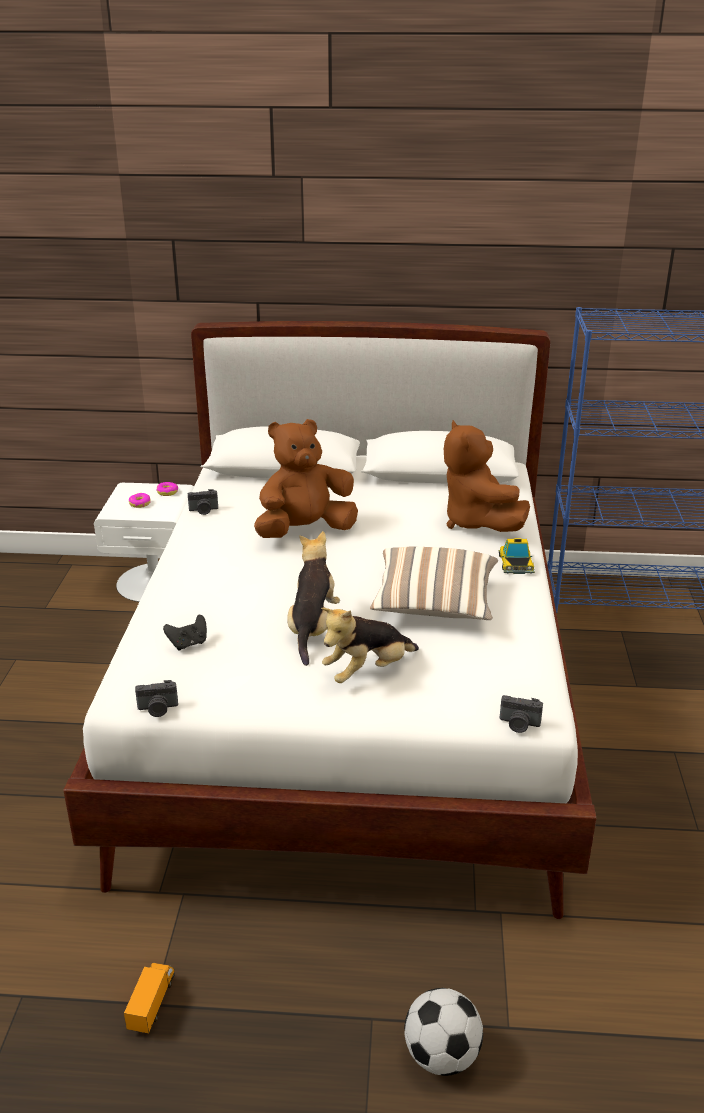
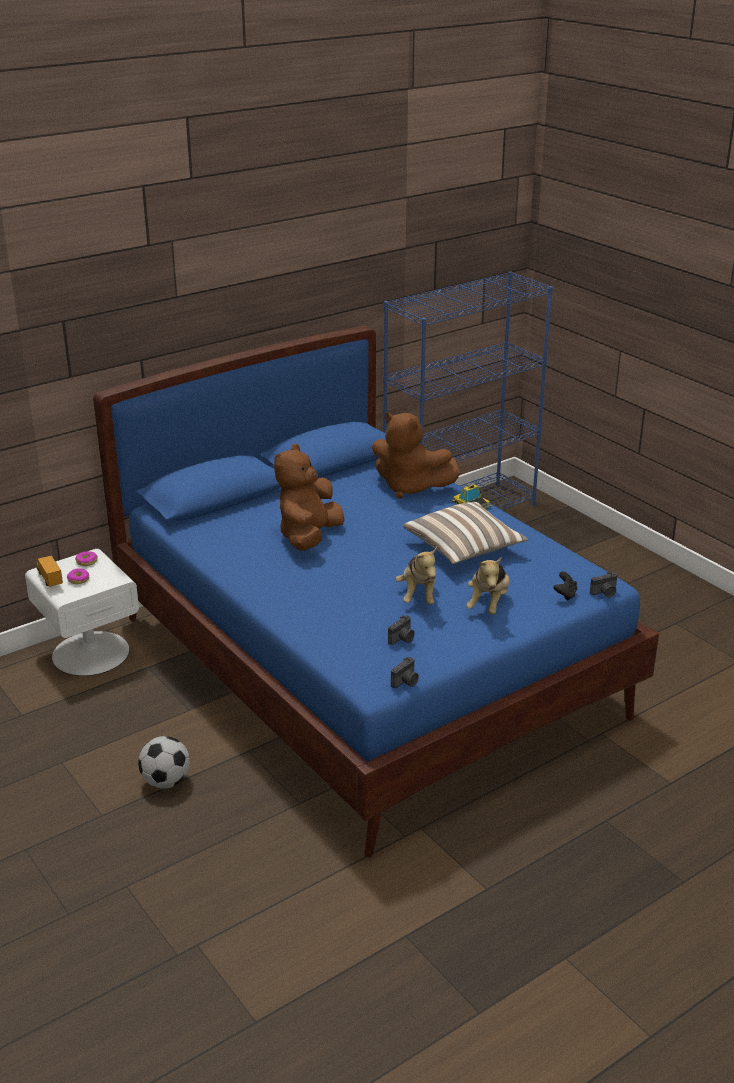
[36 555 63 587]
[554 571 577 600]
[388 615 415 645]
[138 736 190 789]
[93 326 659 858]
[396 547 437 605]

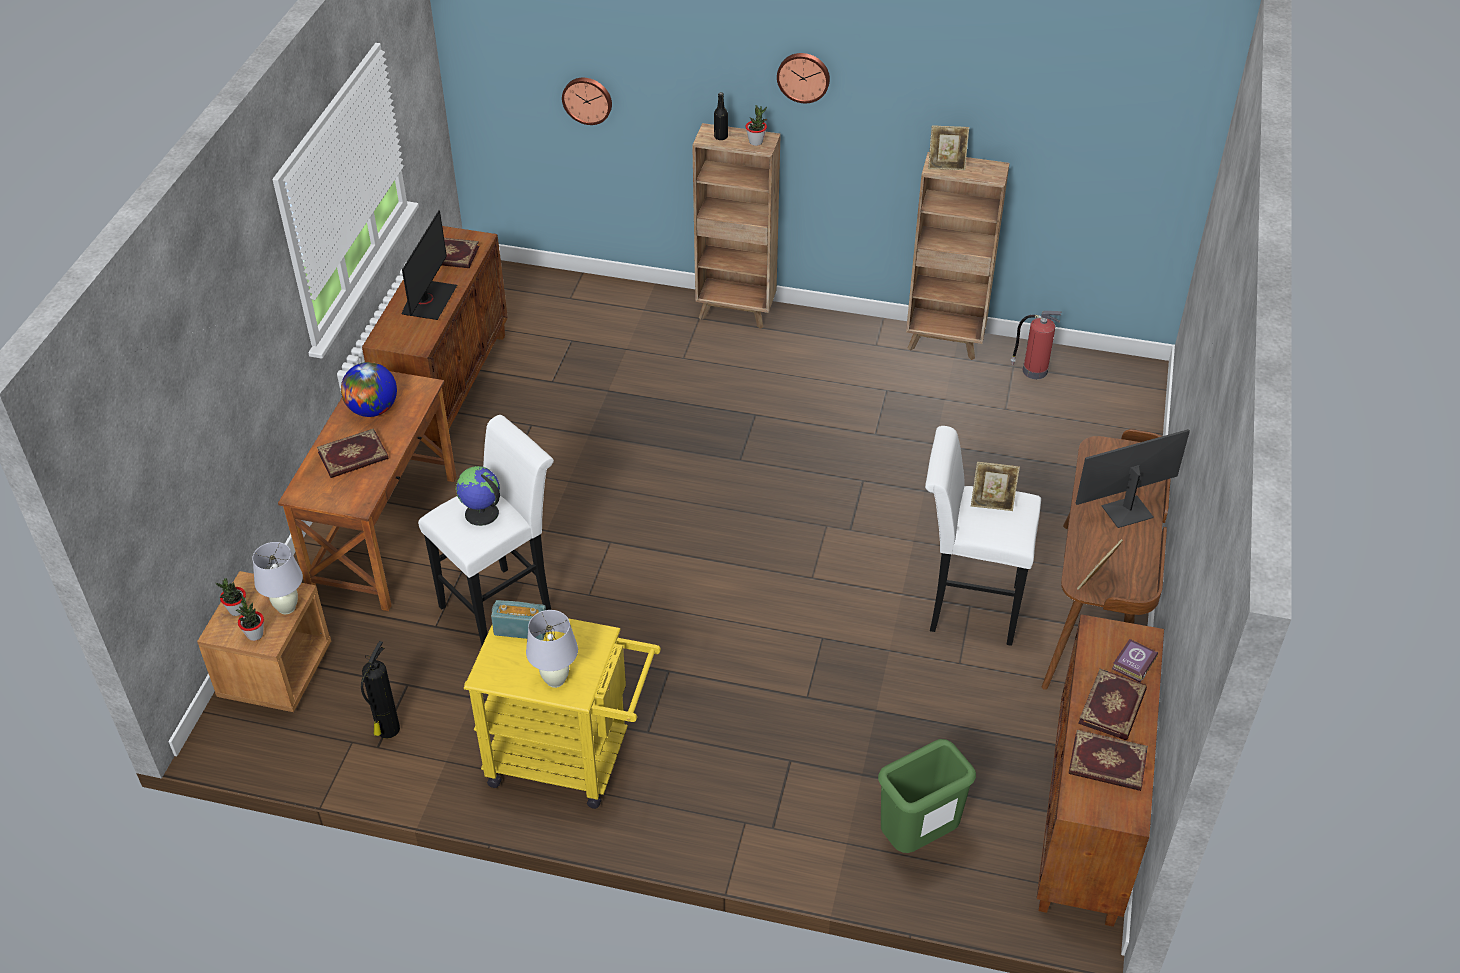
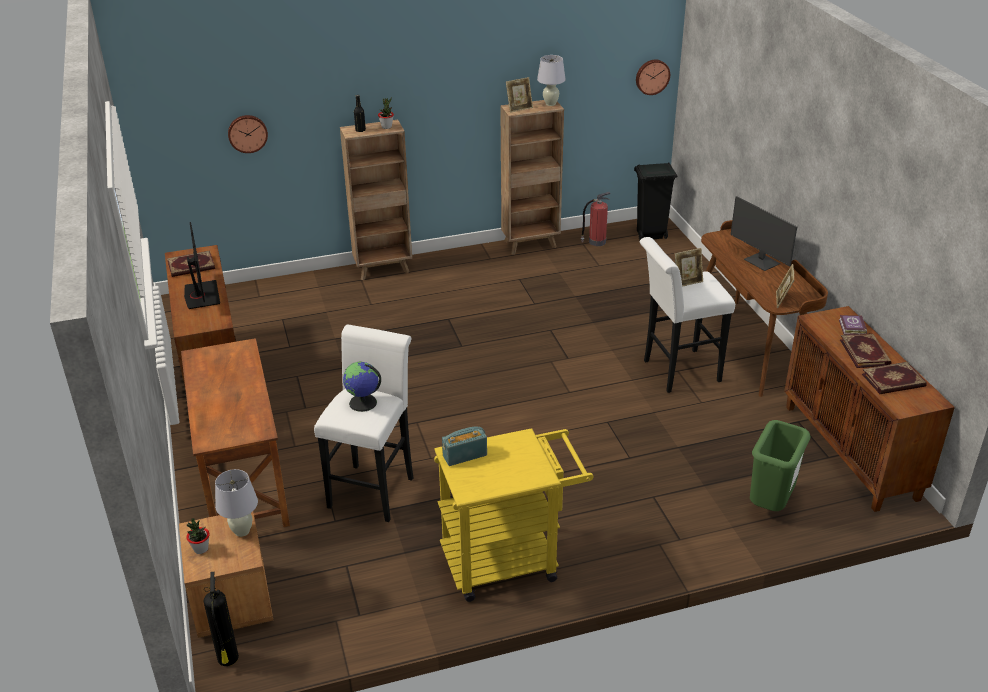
[236 595 264 641] (first image)
[317 428 388 478] (first image)
[341 362 397 417] (first image)
[634 162 677 240]
[203 572 239 666]
[537 55 566 106]
[636 59 670 95]
[731 196 797 271]

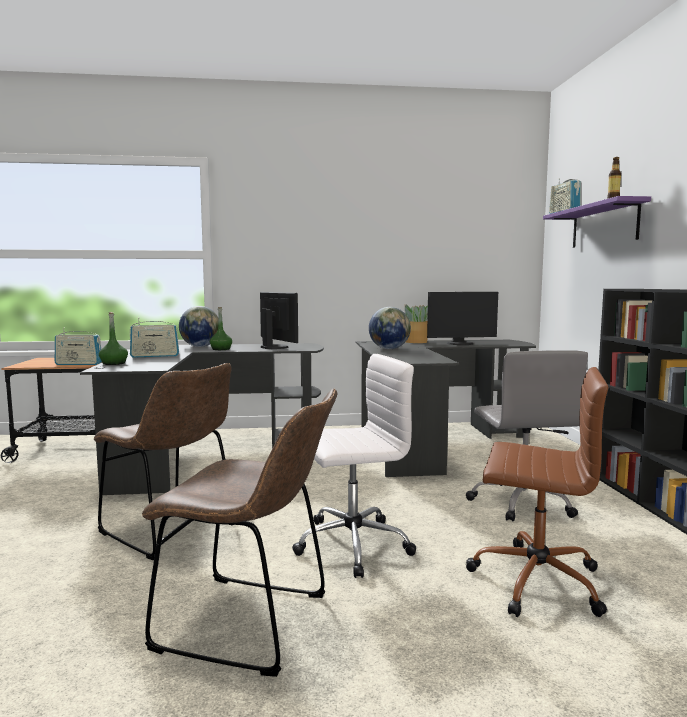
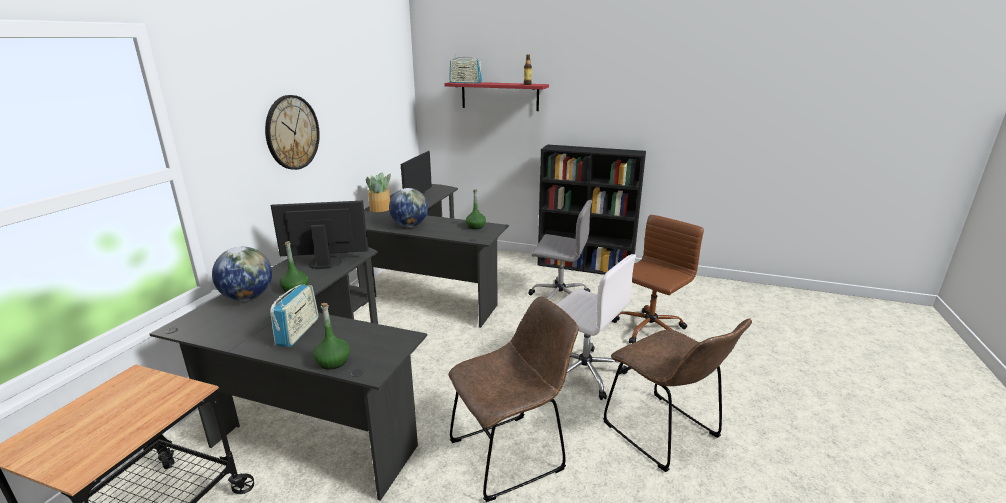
[55 328 102 365] (first image)
[265 95 320 170]
[466 190 486 229]
[444 82 549 111]
[603 319 752 472]
[556 254 636 400]

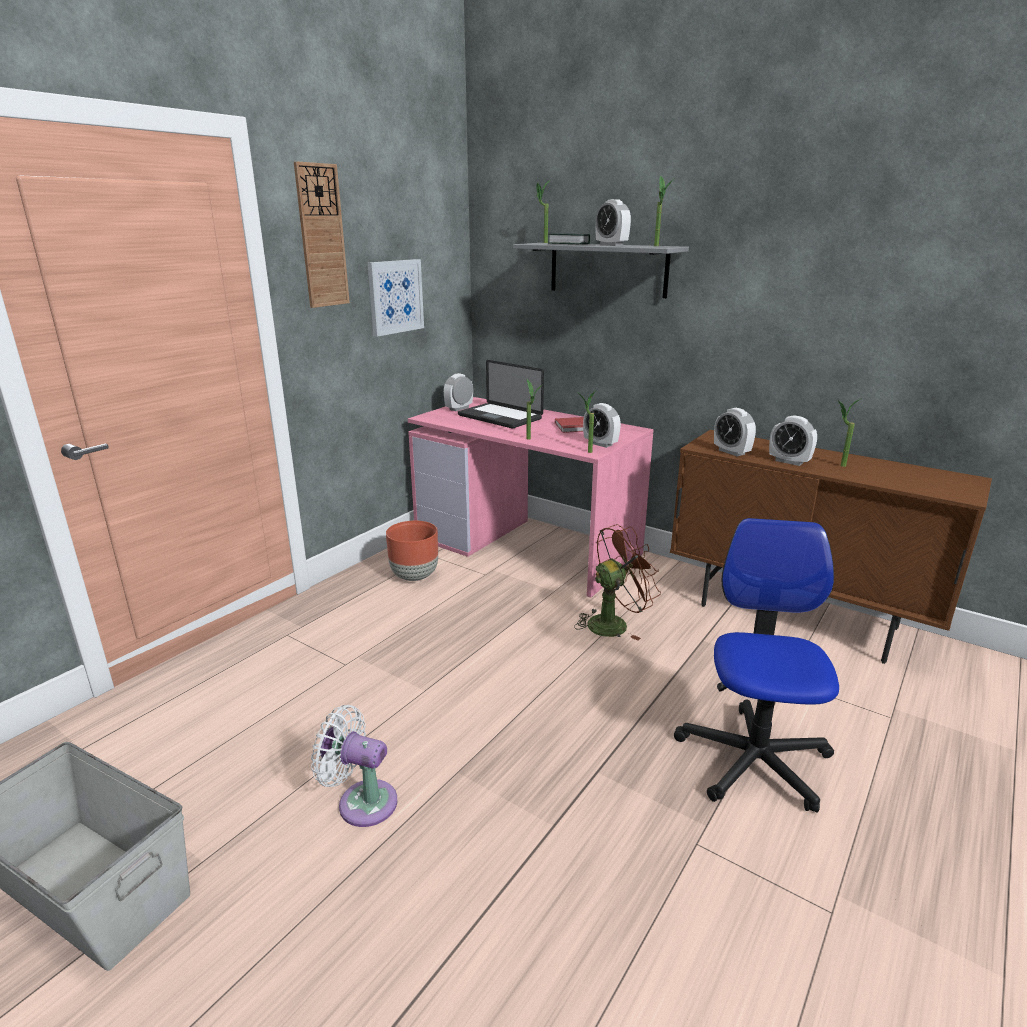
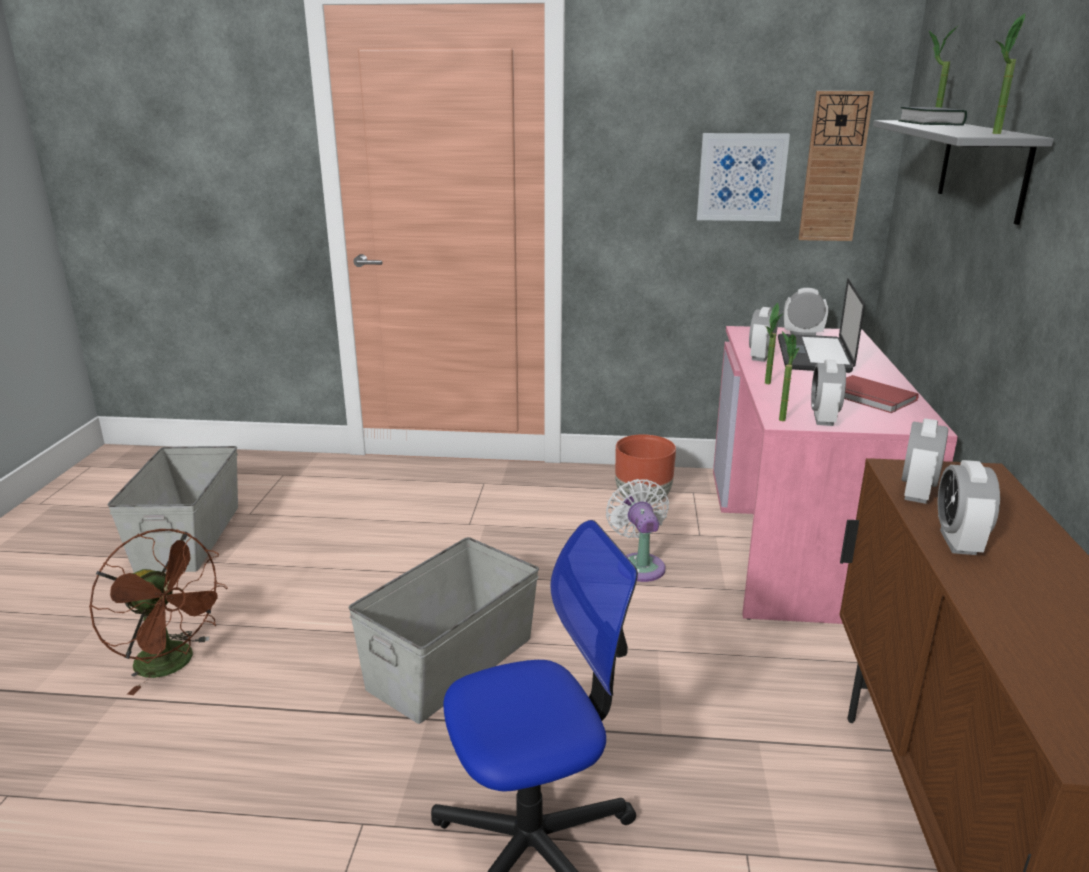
[838 399 860 467] (first image)
[348 537 539 724]
[799 91 874 241]
[606 479 669 582]
[90 529 228 695]
[749 307 778 362]

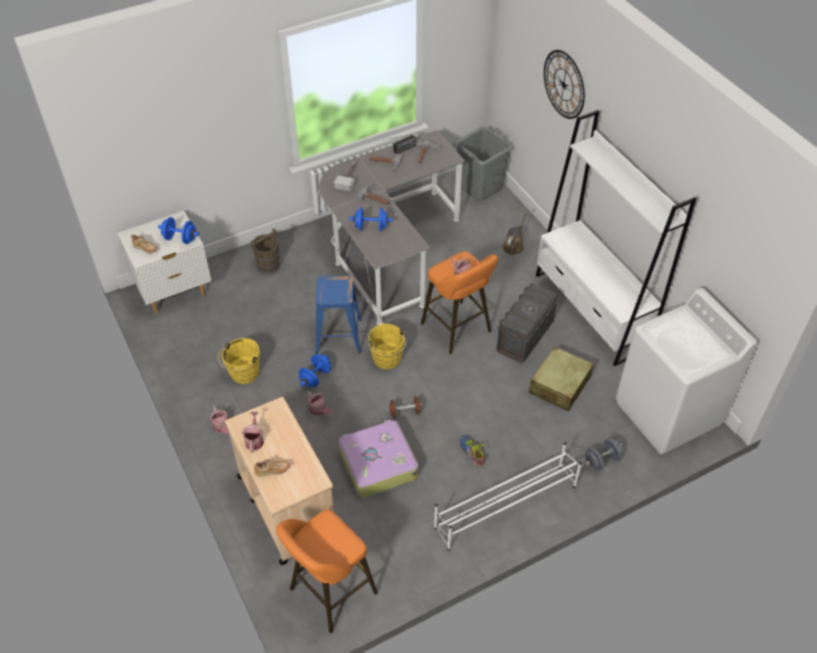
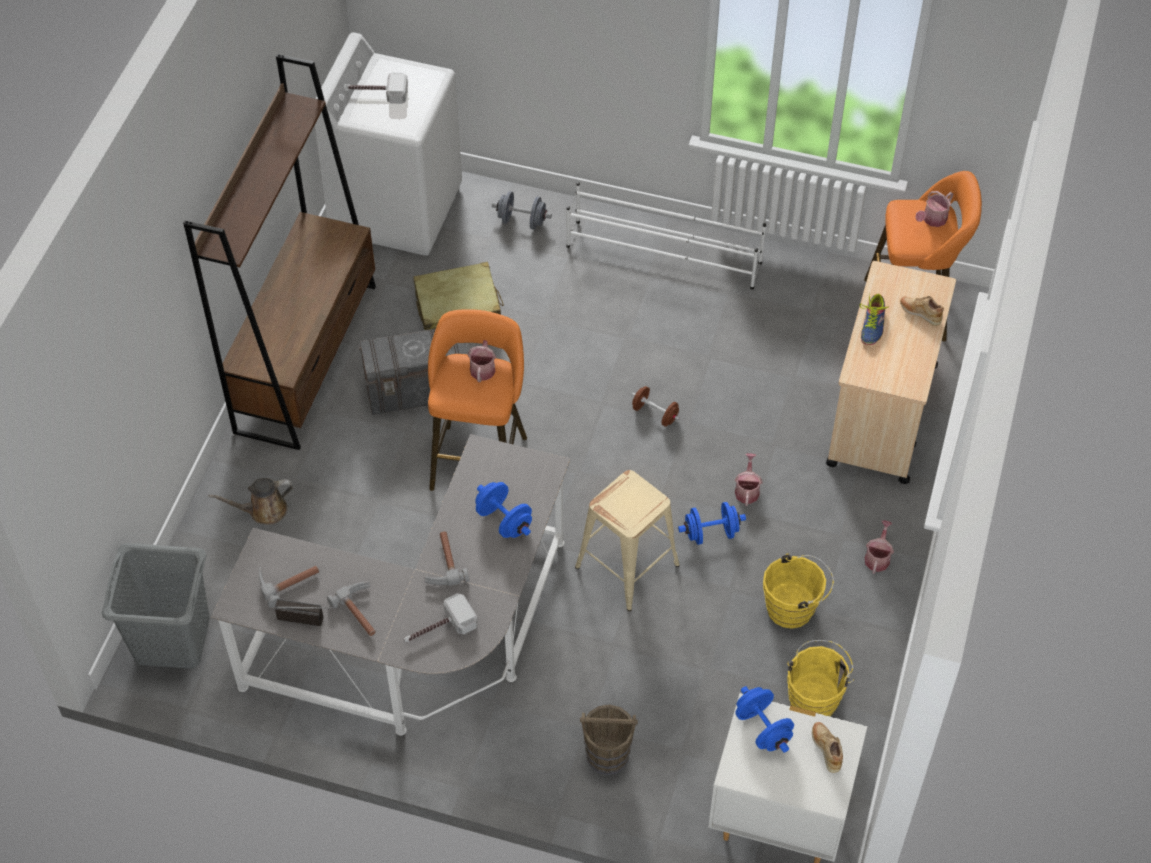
[339 420 418 498] (first image)
[544 50 585 119] (first image)
[347 73 408 104]
[915 191 953 227]
[787 640 854 716]
[860 294 889 345]
[575 470 680 611]
[183 54 376 450]

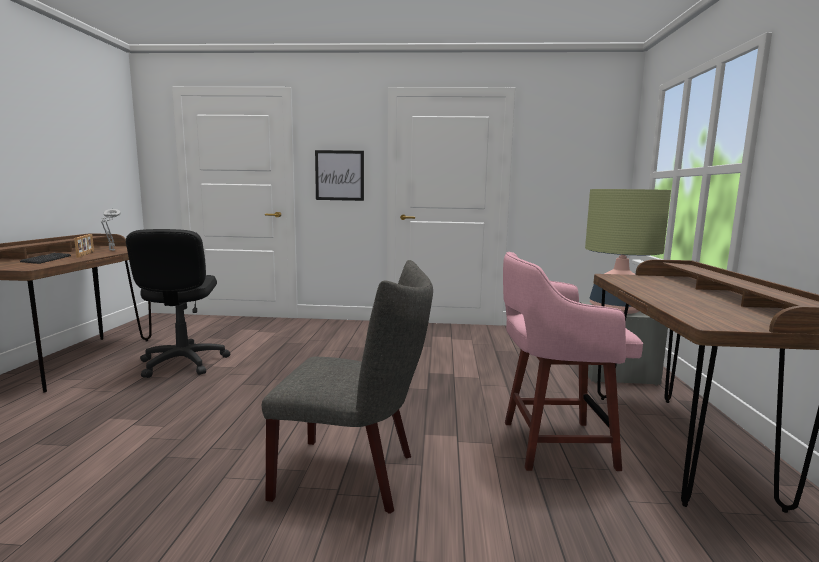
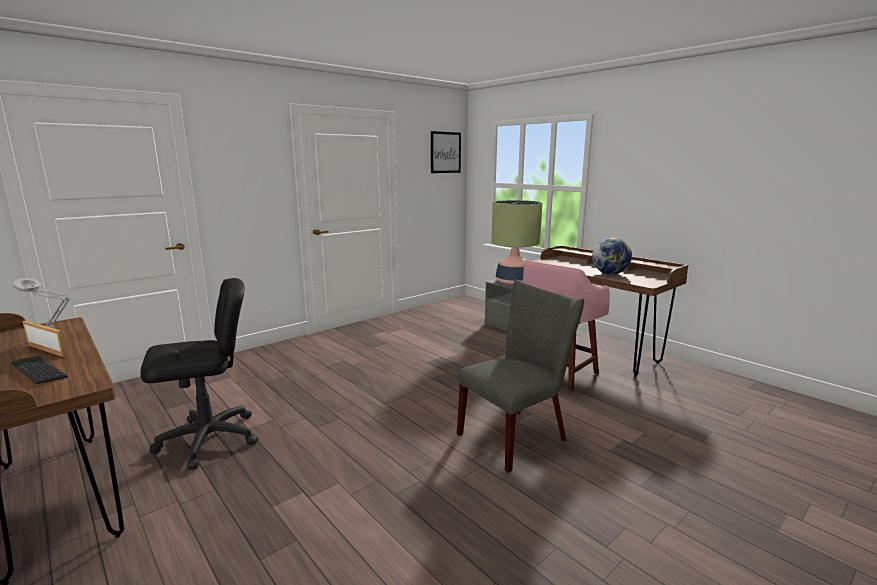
[592 237 632 275]
[431 131 461 173]
[140 278 258 470]

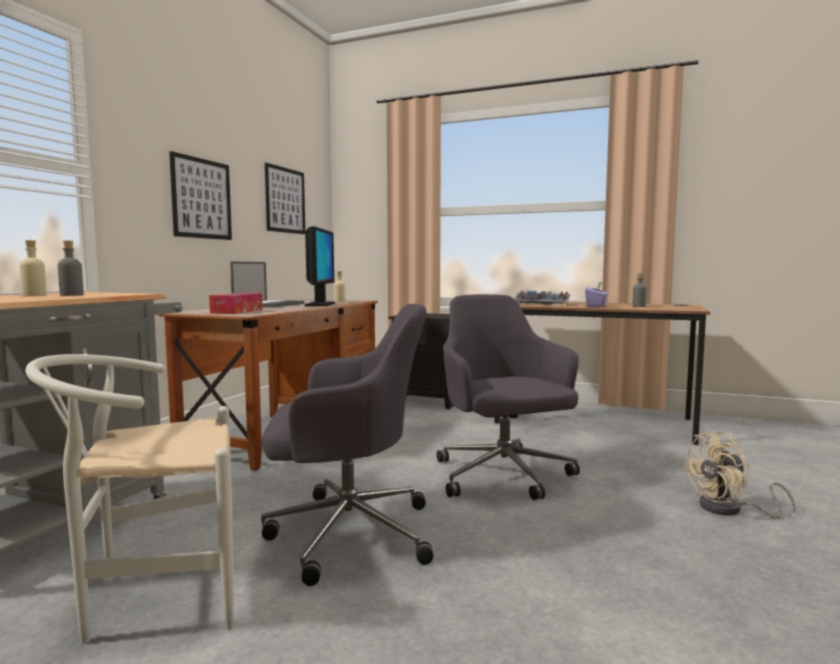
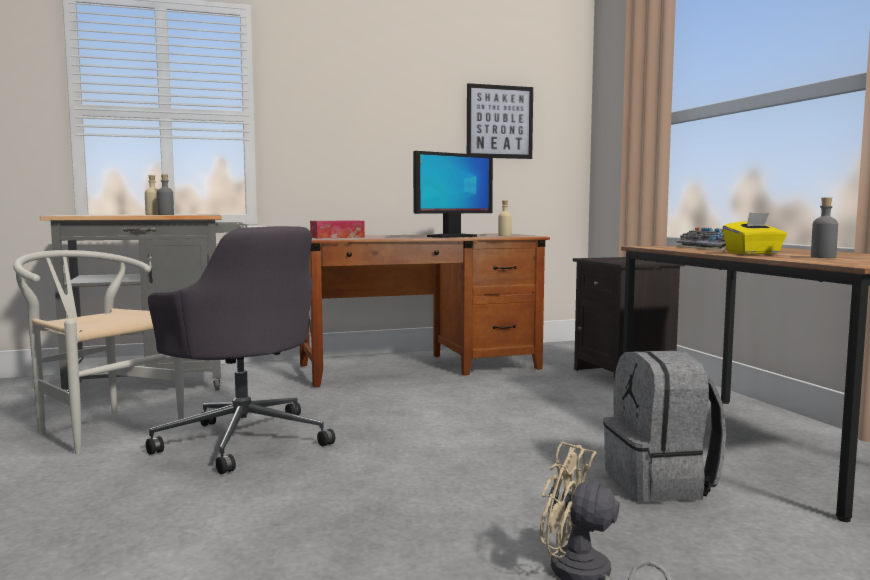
[169 151 232 240] (first image)
[230 261 304 308] (first image)
[437 294 580 500] (first image)
[603 351 726 503]
[723 212 787 255]

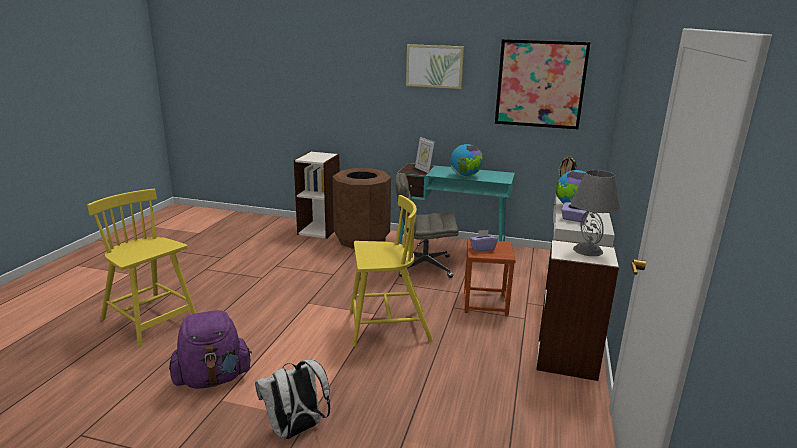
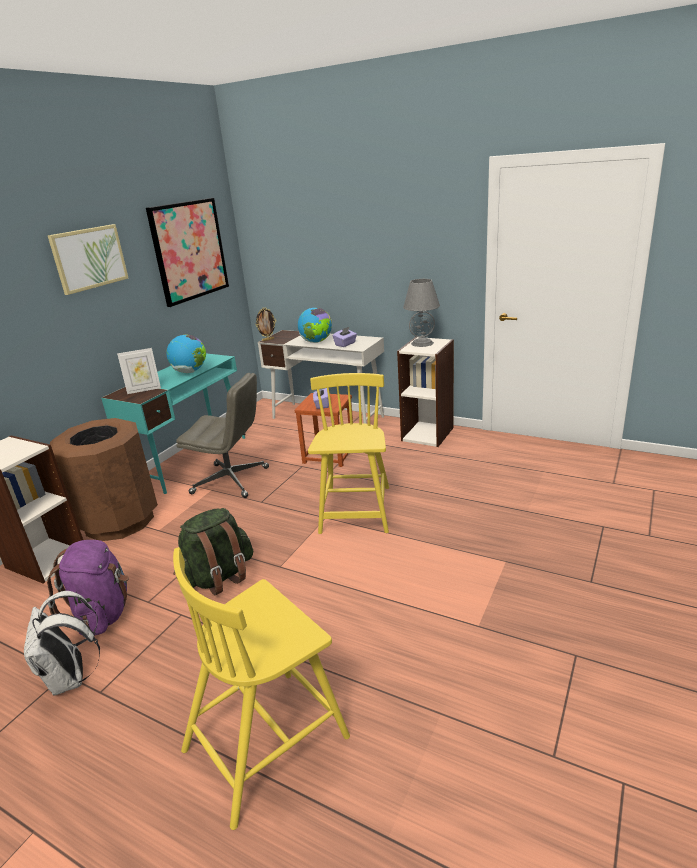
[173 508 253 595]
[47 540 129 636]
[24 591 100 696]
[176 373 269 498]

